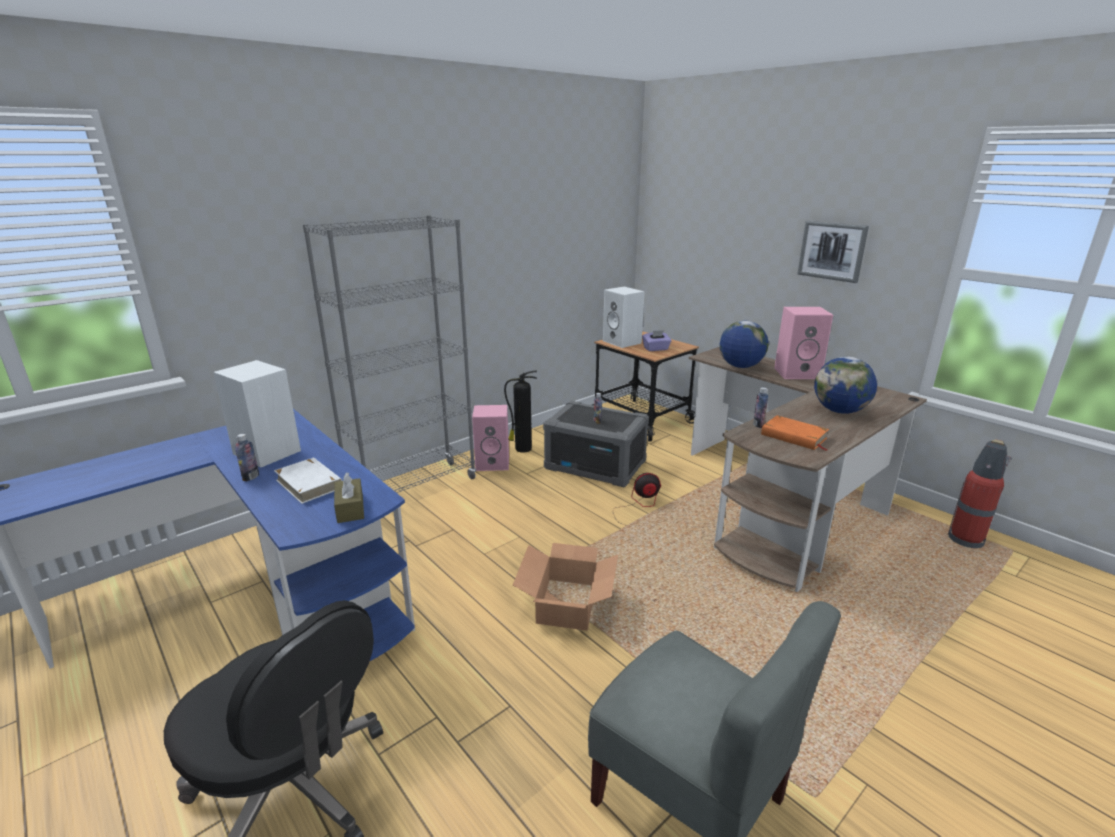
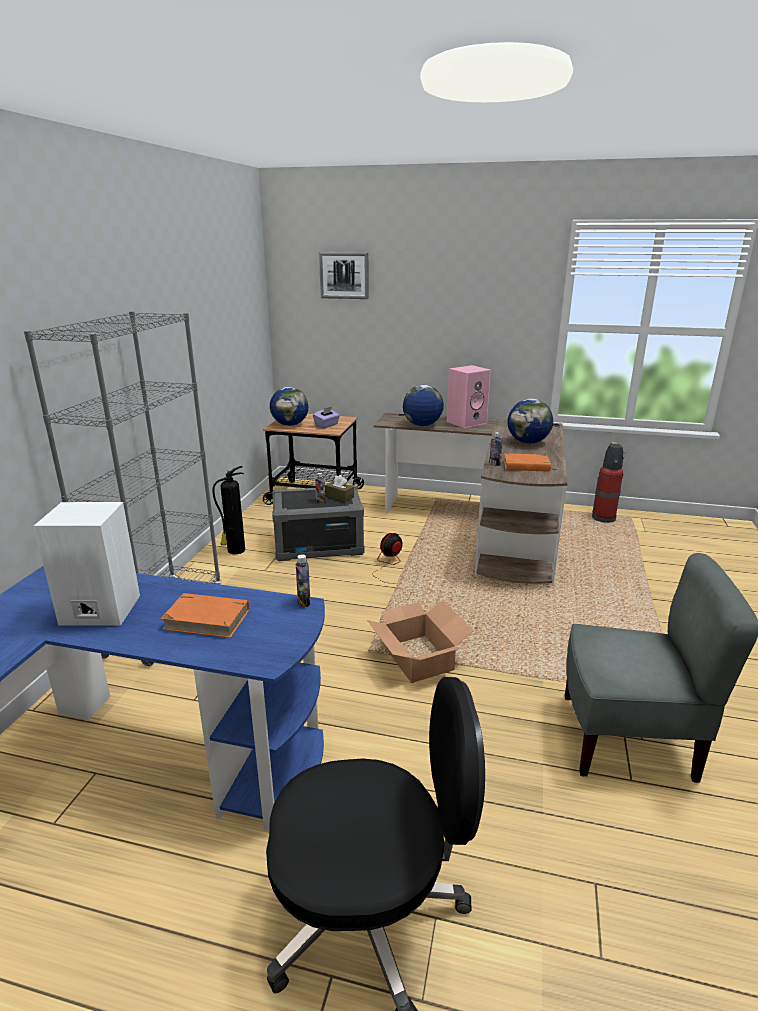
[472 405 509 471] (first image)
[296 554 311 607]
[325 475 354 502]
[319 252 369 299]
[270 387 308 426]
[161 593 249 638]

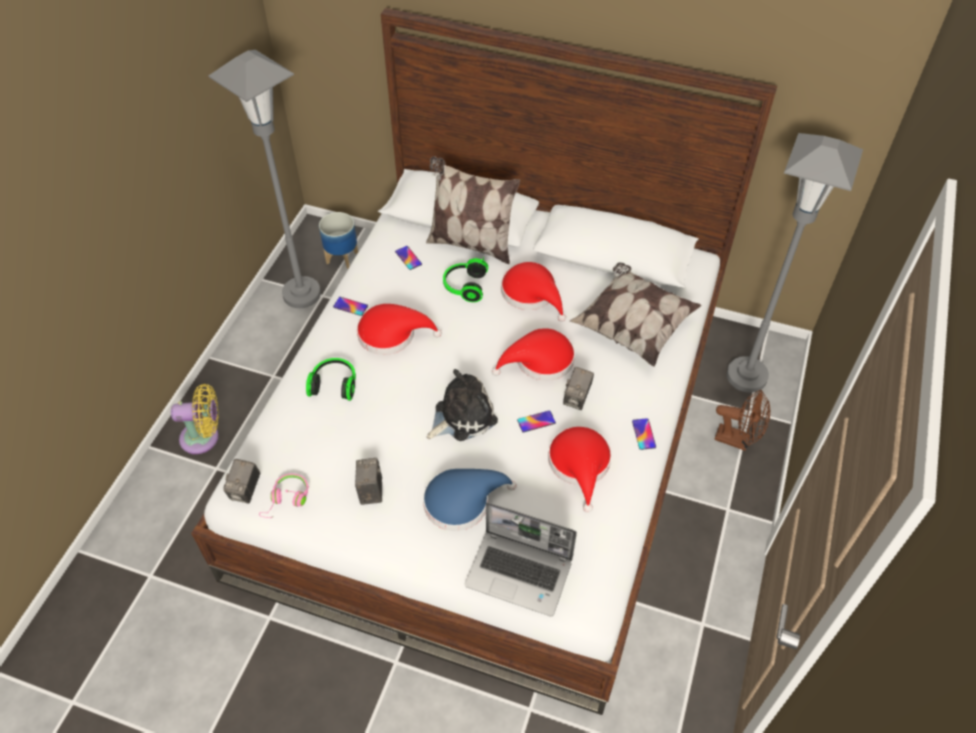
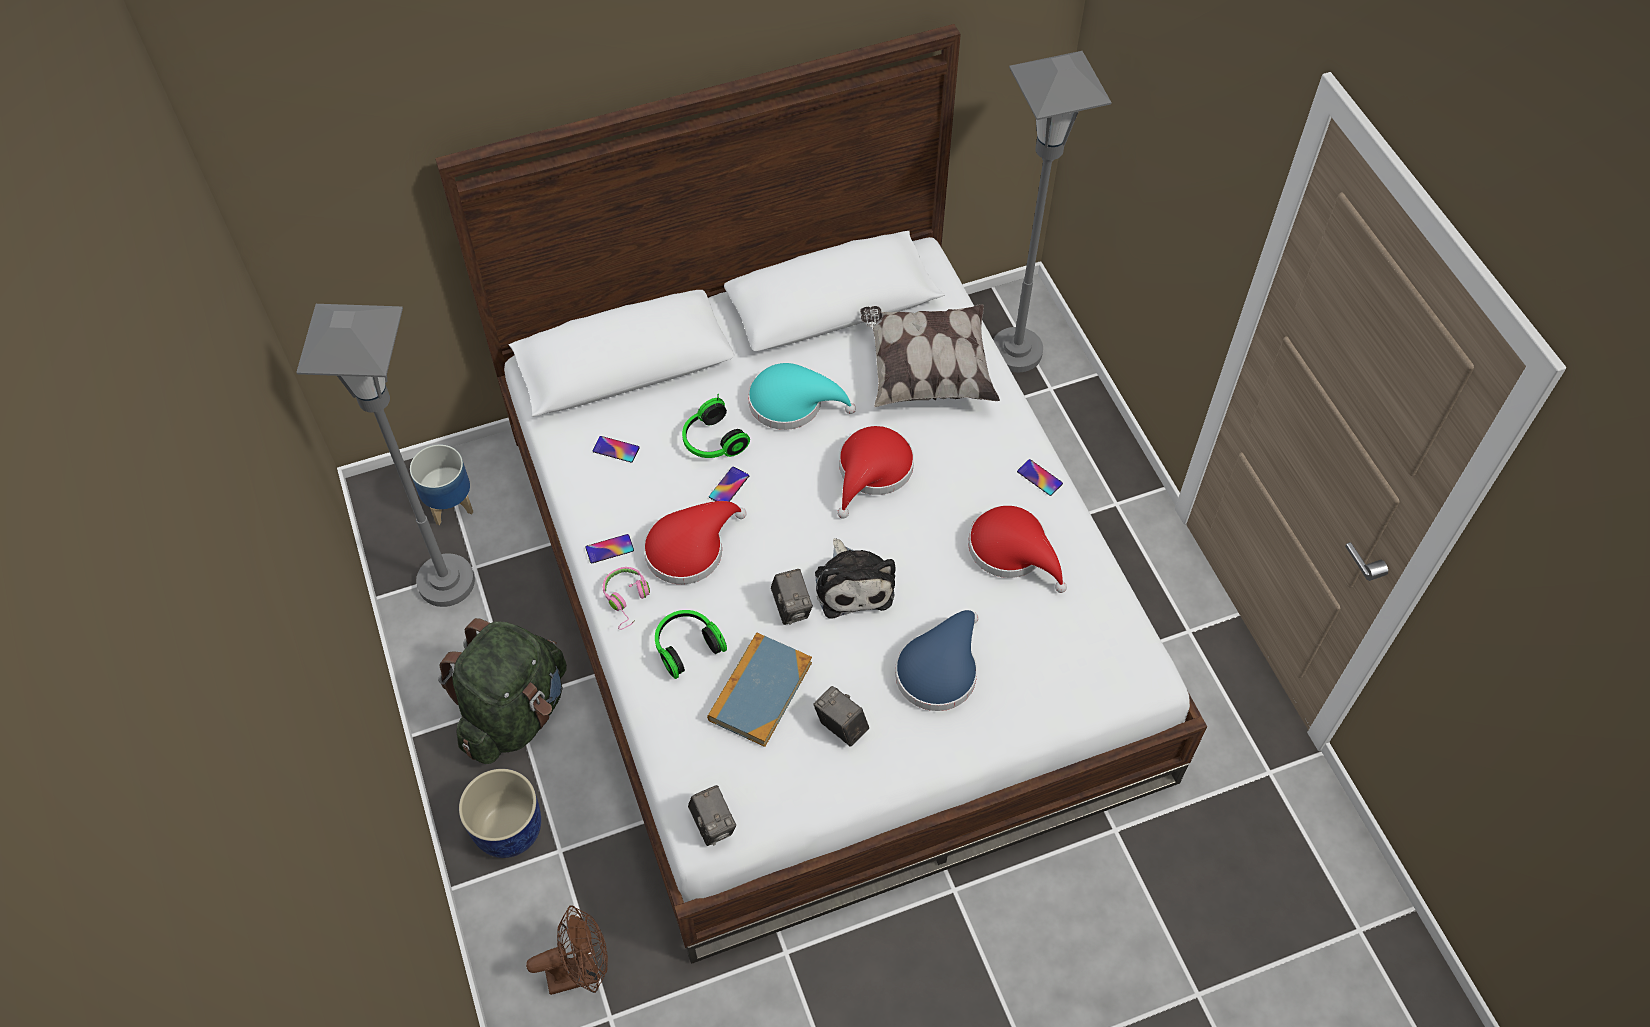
[426 156 520 264] (first image)
[465 502 577 616] (first image)
[438 618 567 764]
[707 633 812 747]
[603 567 650 630]
[709 467 749 502]
[771 569 813 625]
[526 905 608 995]
[459 769 541 858]
[748 363 856 430]
[815 538 896 619]

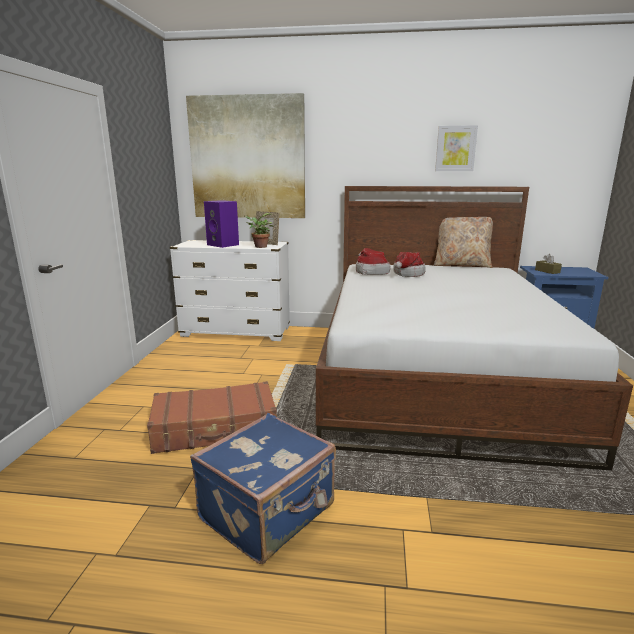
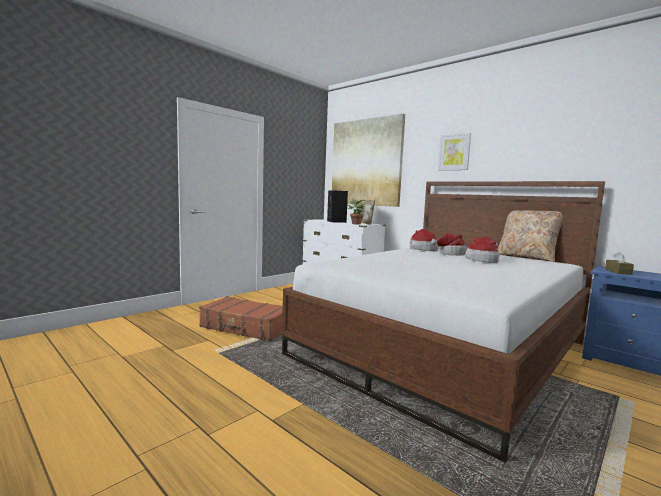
[190 413 336 564] (first image)
[465 236 499 263]
[438 133 471 171]
[327 190 348 223]

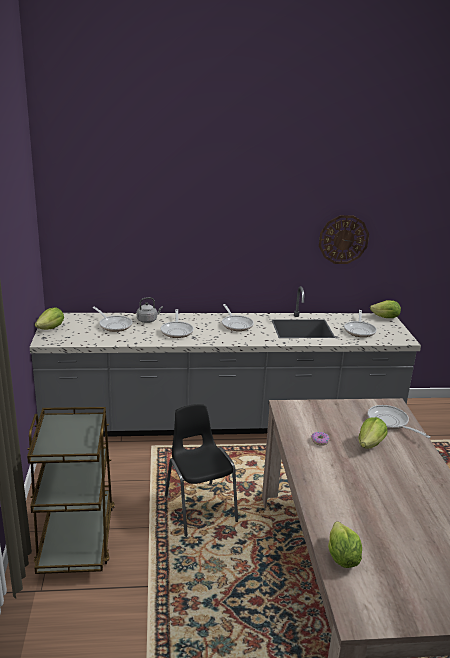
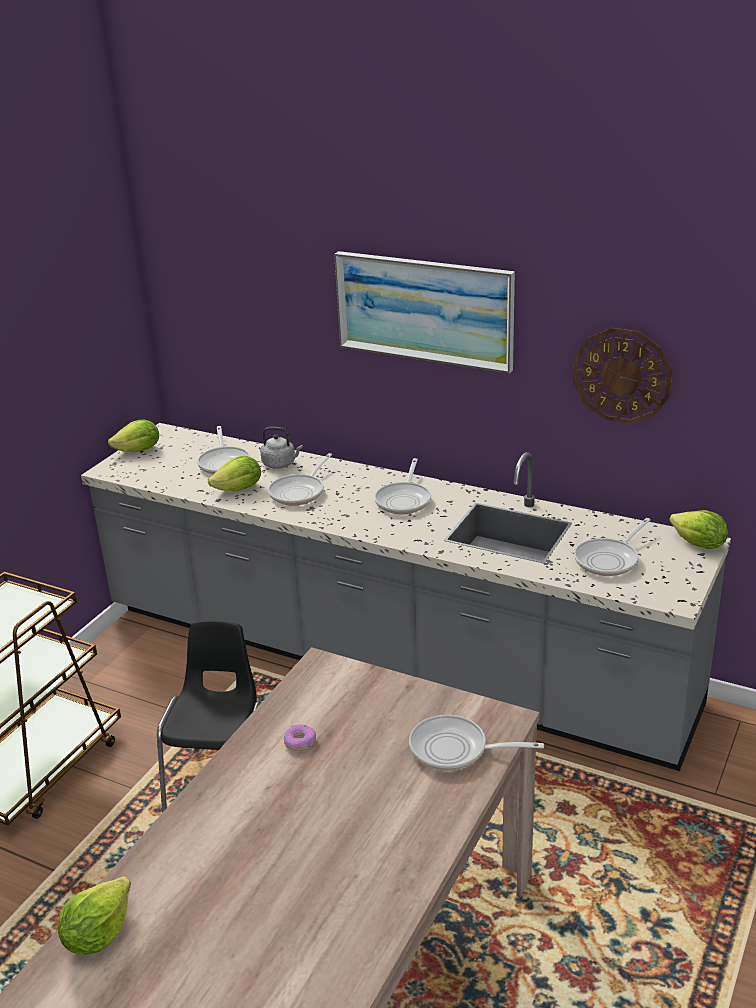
[334 251 515 374]
[208 456 261 491]
[409 715 544 771]

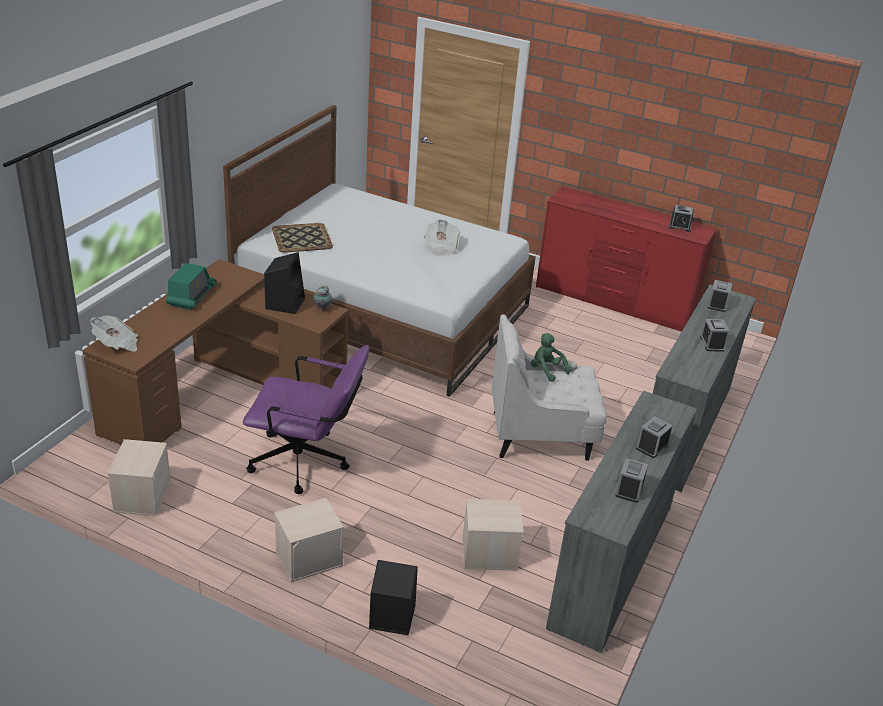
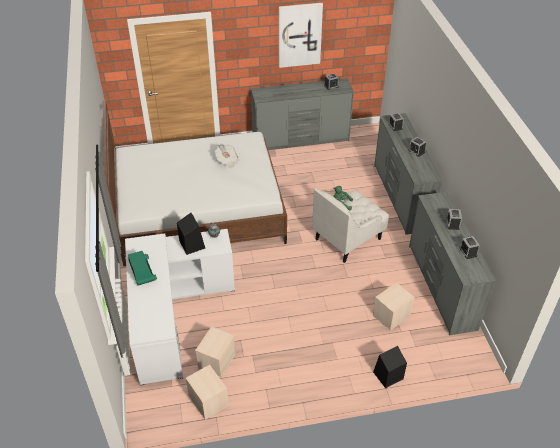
[90 315 138 352] (first image)
[243 345 370 494] (first image)
[272 223 333 253] (first image)
[279 3 323 68]
[195 327 236 378]
[125 229 235 385]
[251 78 354 150]

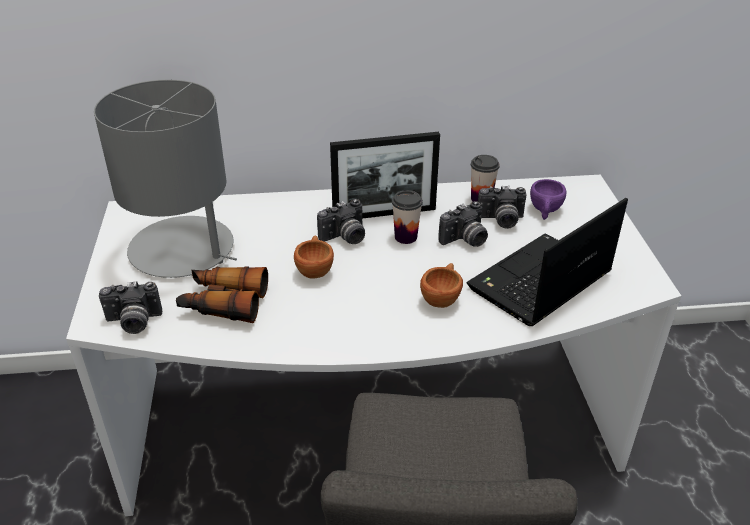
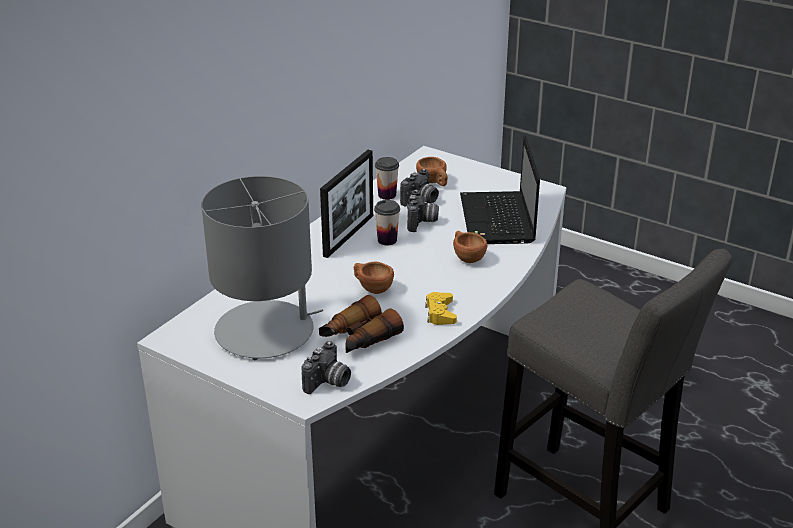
[317 199 365 244] (first image)
[425 292 457 325]
[416 157 448 186]

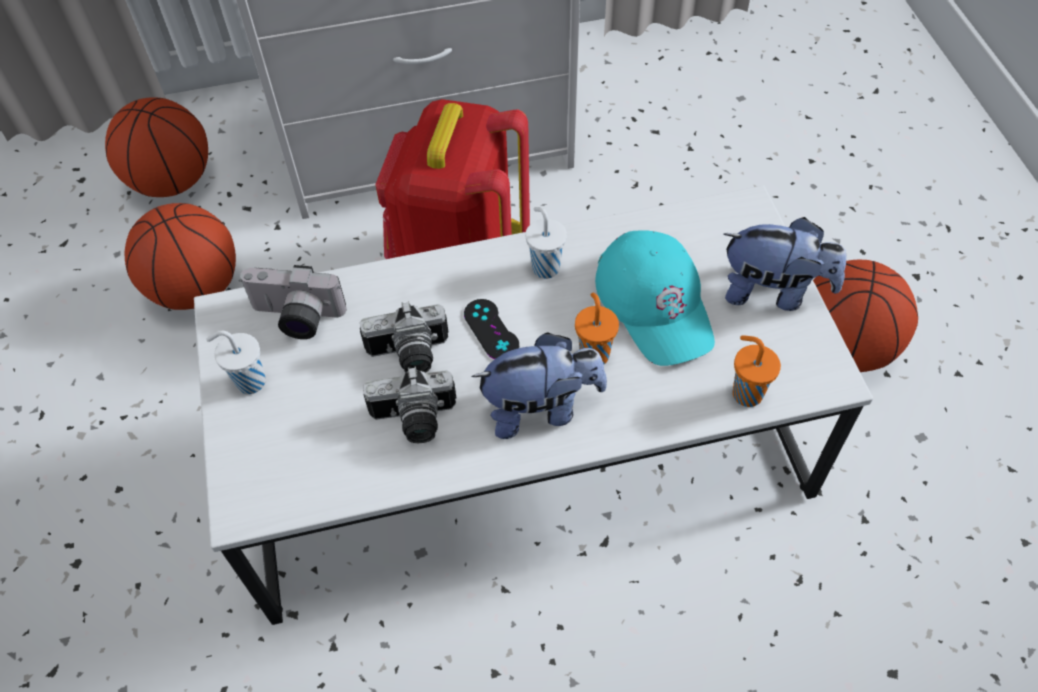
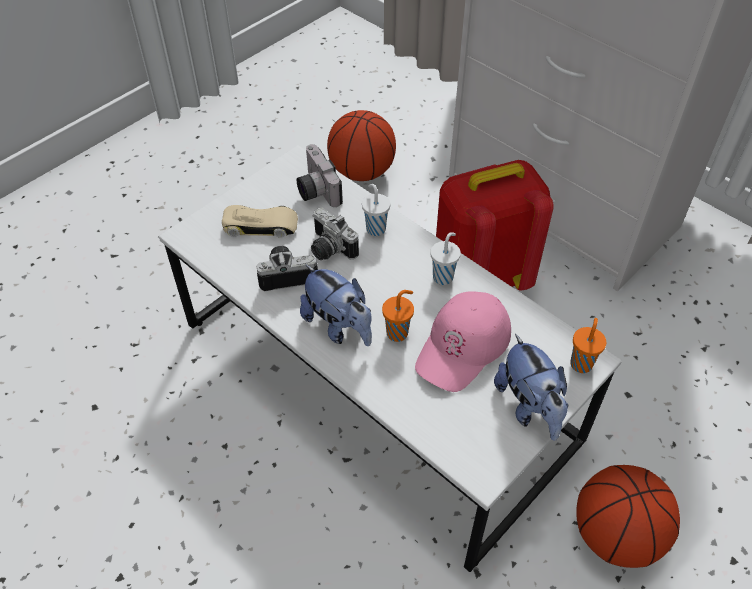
[105 97 208 197] (first image)
[464 299 519 359] (first image)
[222 205 298 238]
[362 184 390 236]
[570 318 607 373]
[415 291 511 392]
[257 246 318 291]

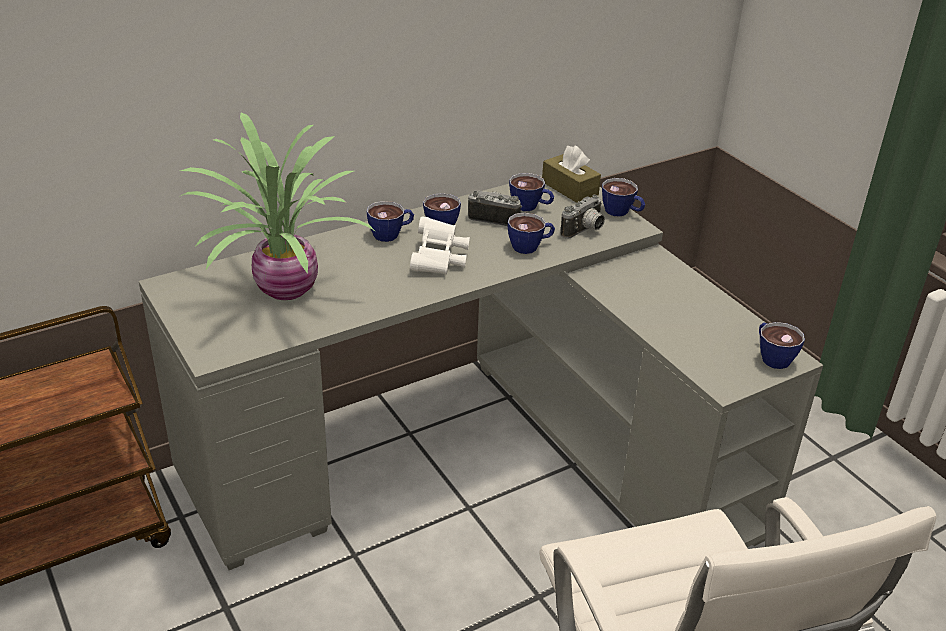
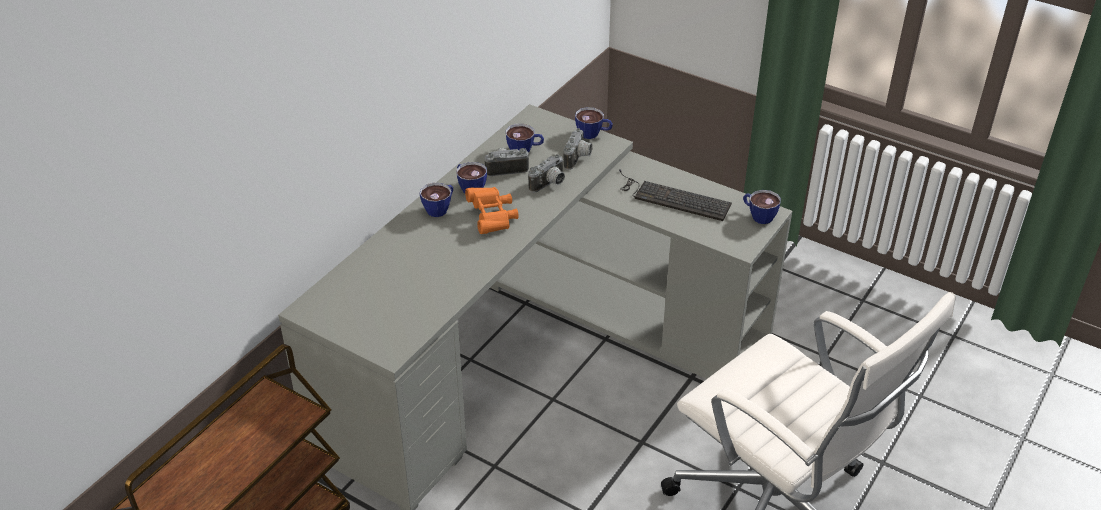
[181 113 375 300] (first image)
[542 145 601 203] (first image)
[619 169 732 221]
[528 154 565 193]
[465 187 519 234]

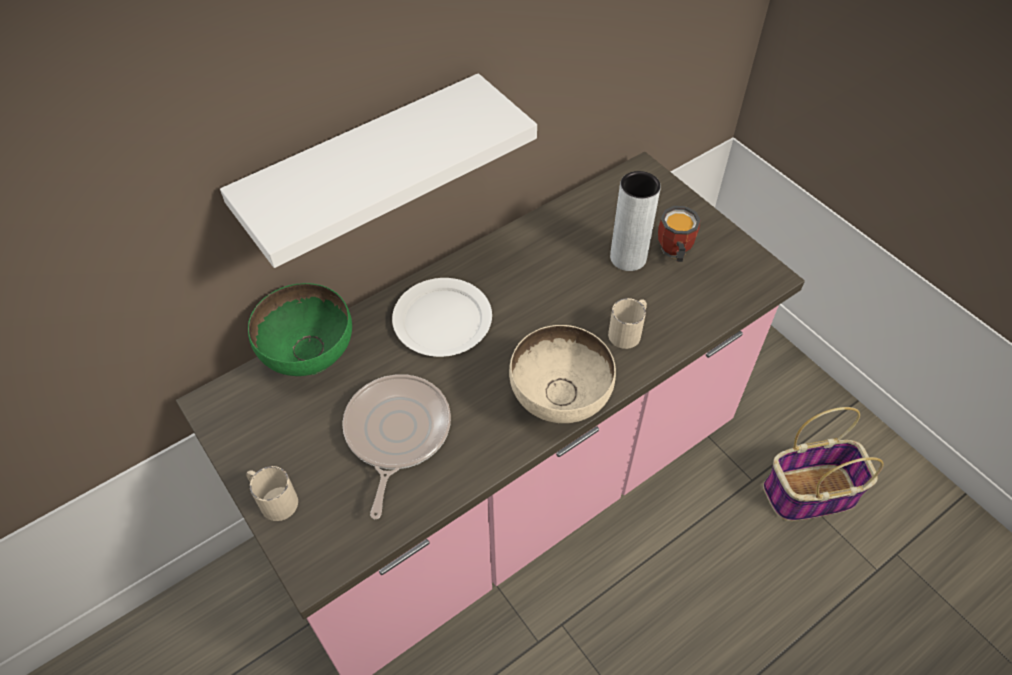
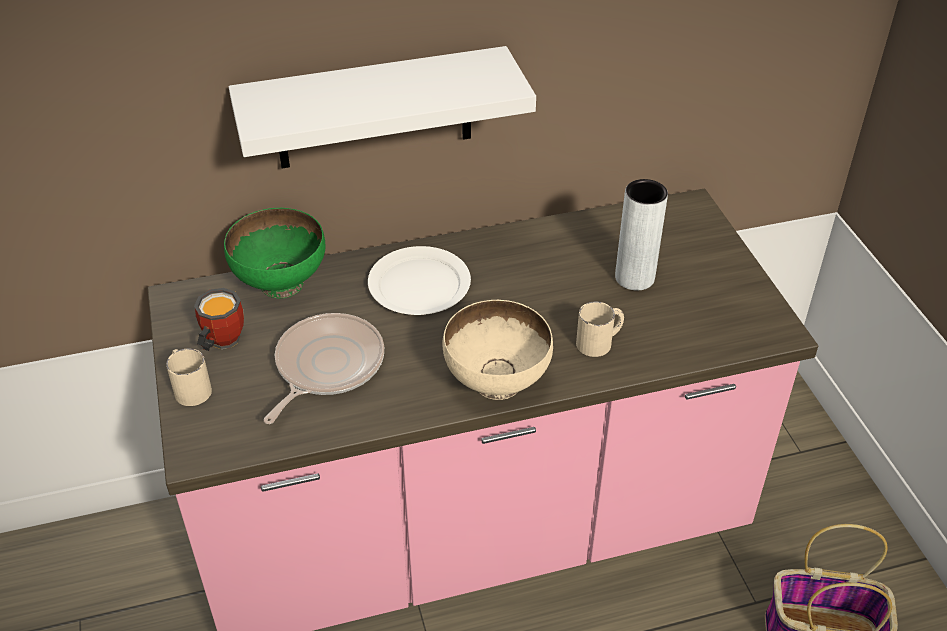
[194 288 244 351]

